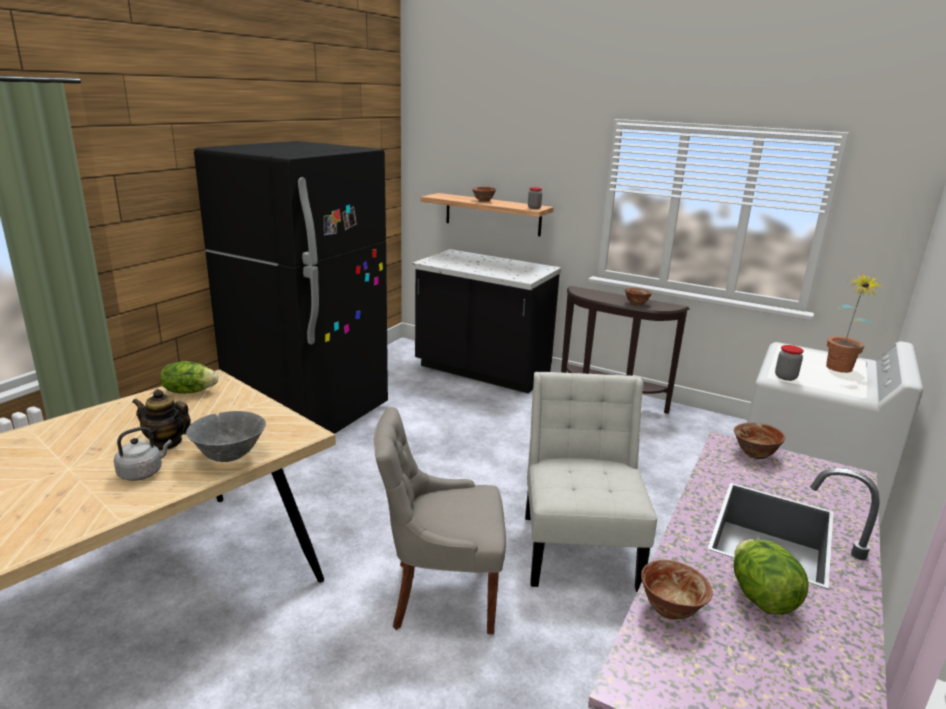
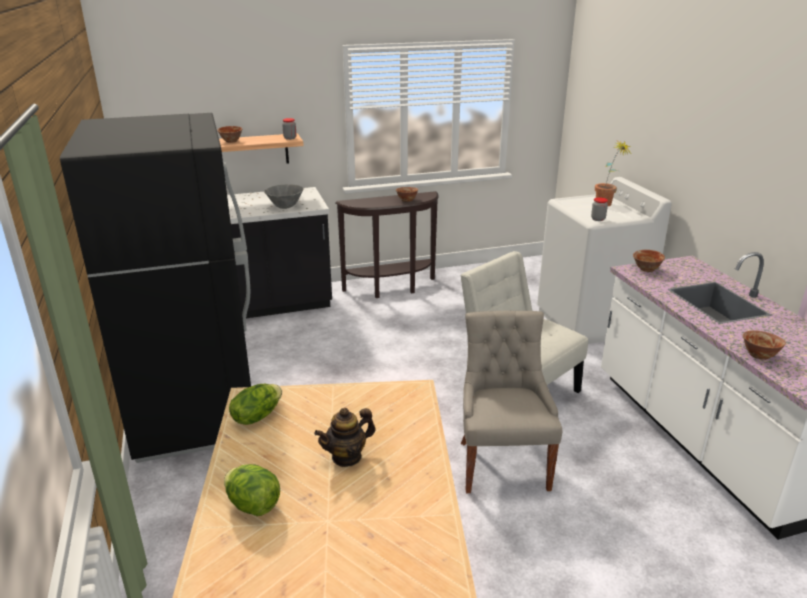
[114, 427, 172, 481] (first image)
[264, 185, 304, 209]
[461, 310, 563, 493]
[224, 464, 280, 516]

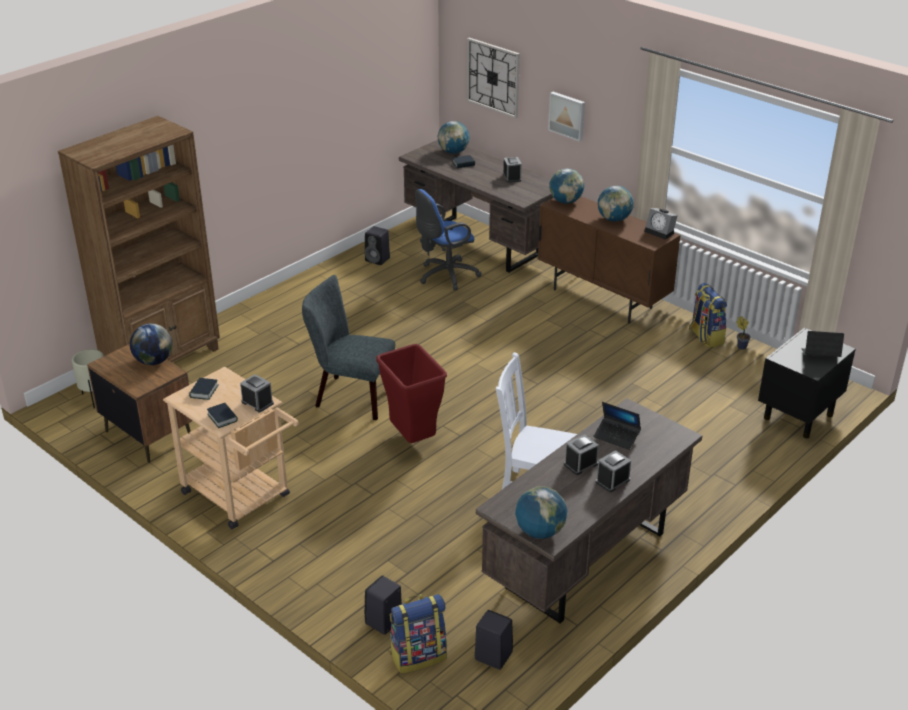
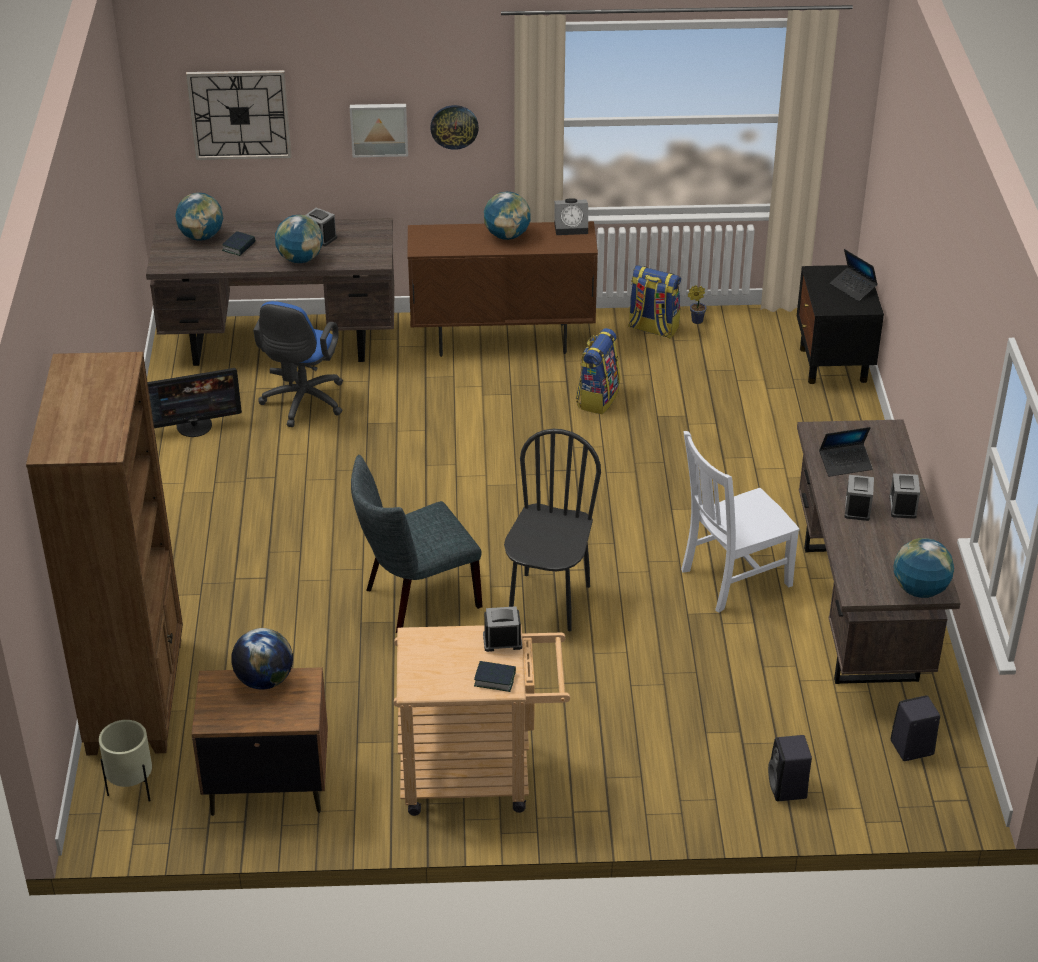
[189, 378, 219, 400] (first image)
[148, 368, 242, 437]
[504, 429, 601, 631]
[576, 328, 620, 414]
[275, 215, 323, 263]
[830, 249, 878, 301]
[430, 105, 479, 150]

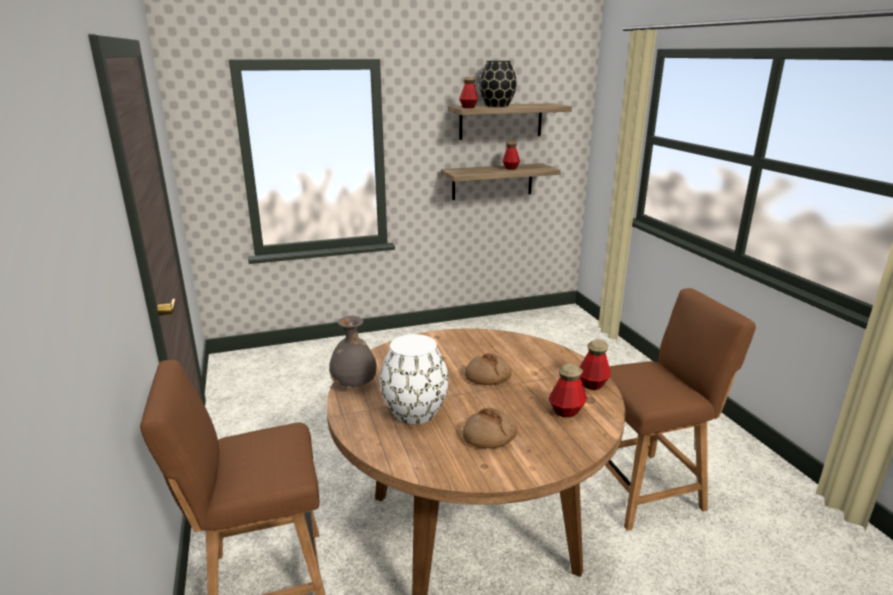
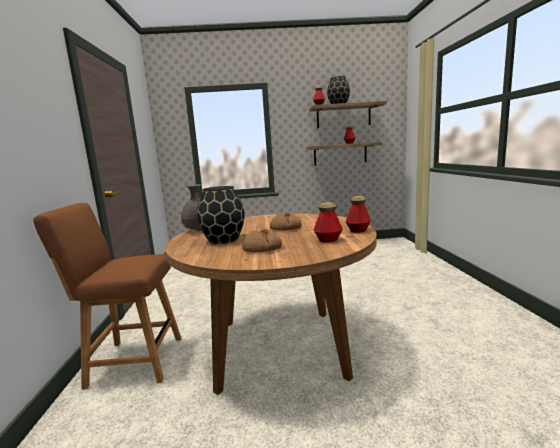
[197, 186, 245, 244]
[605, 288, 756, 531] (first image)

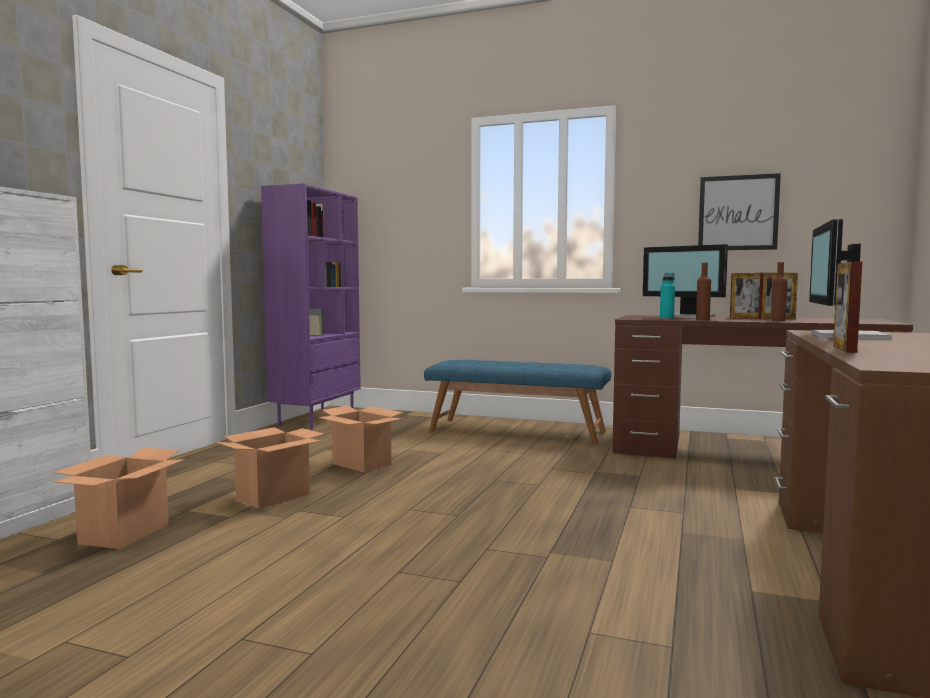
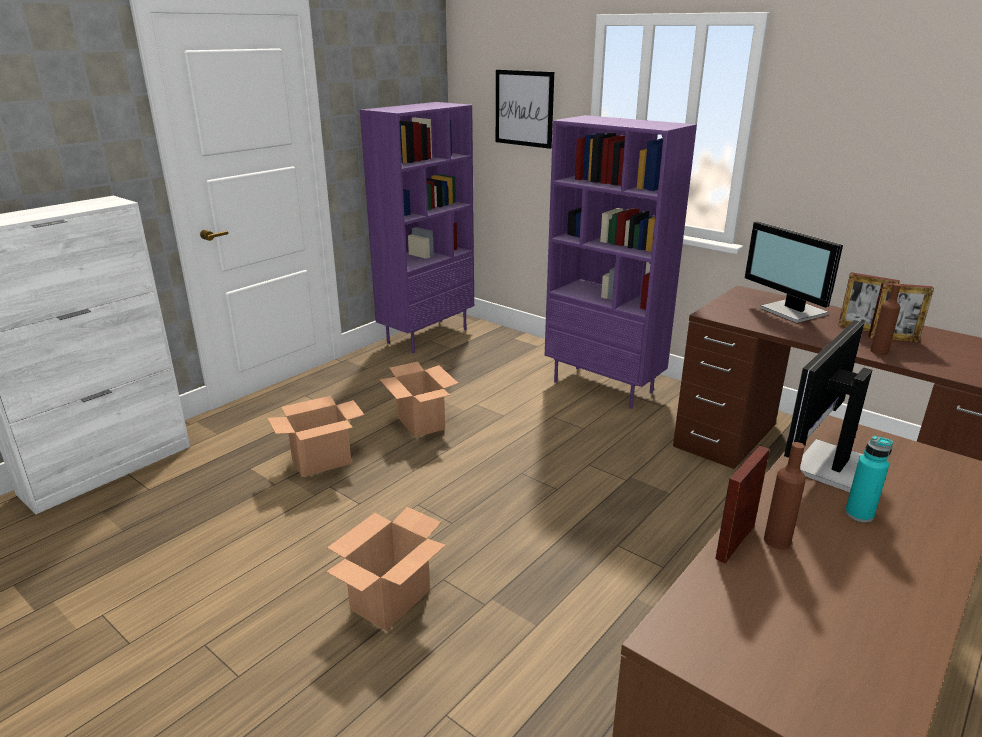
[326, 507, 446, 631]
[545, 115, 697, 409]
[845, 436, 893, 522]
[764, 442, 806, 549]
[496, 70, 554, 149]

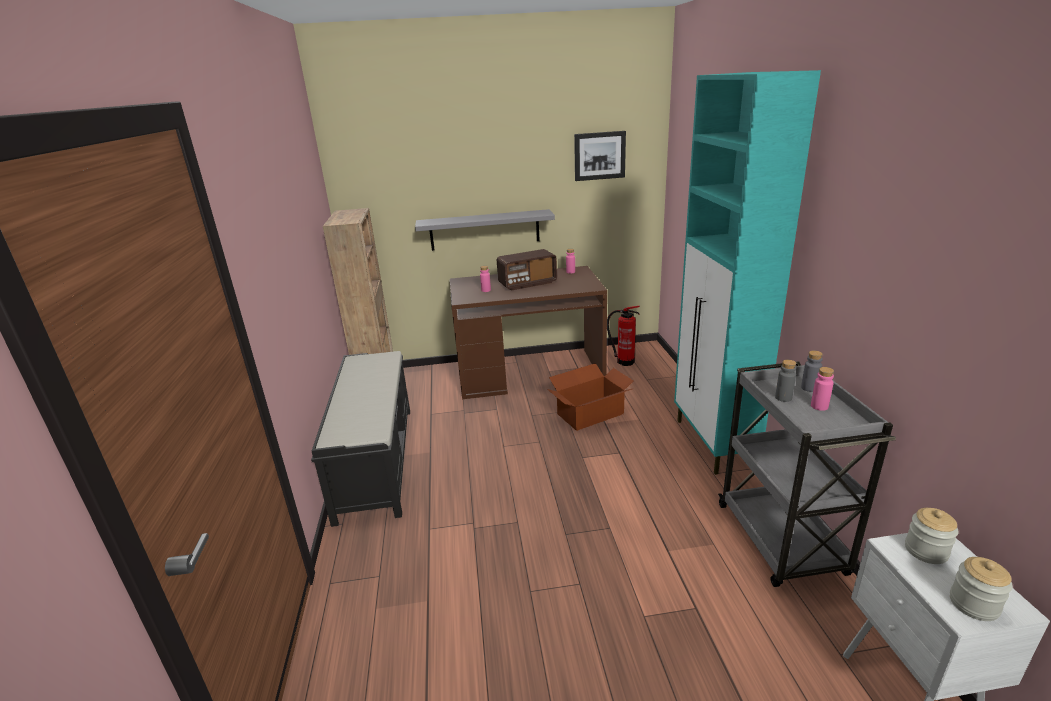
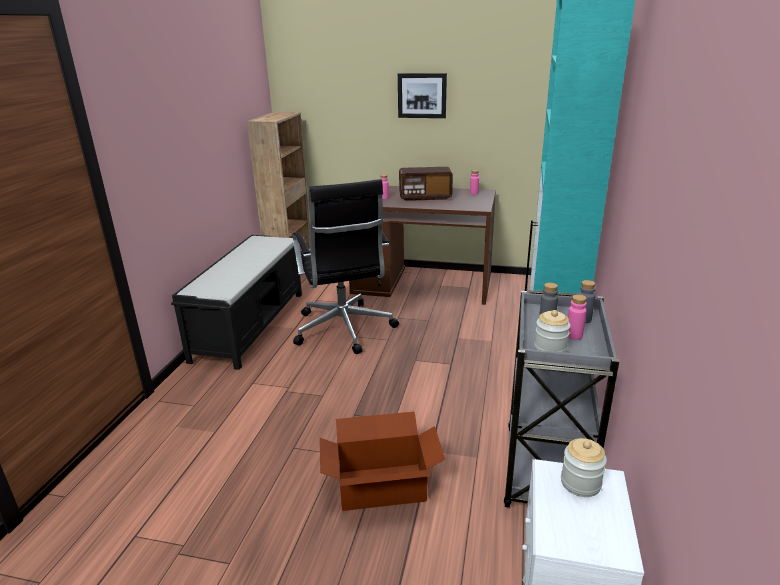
[415, 209, 555, 251] (first image)
[320, 411, 445, 511]
[398, 73, 447, 118]
[607, 306, 640, 366] (first image)
[534, 310, 570, 353]
[293, 179, 399, 354]

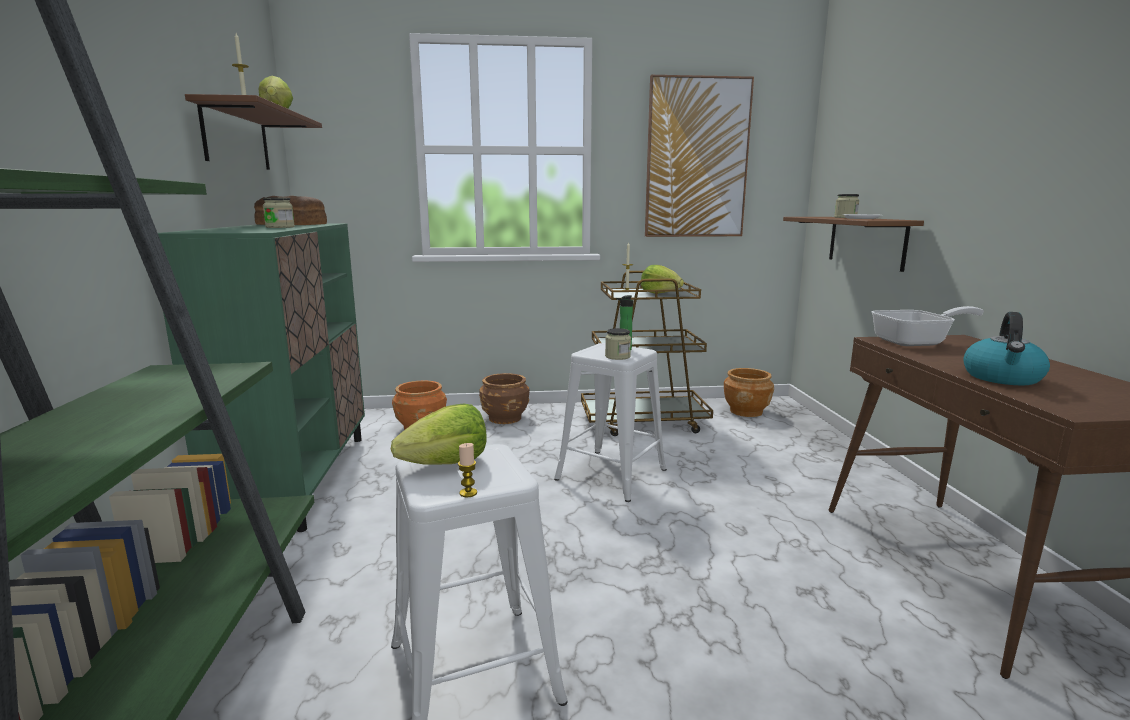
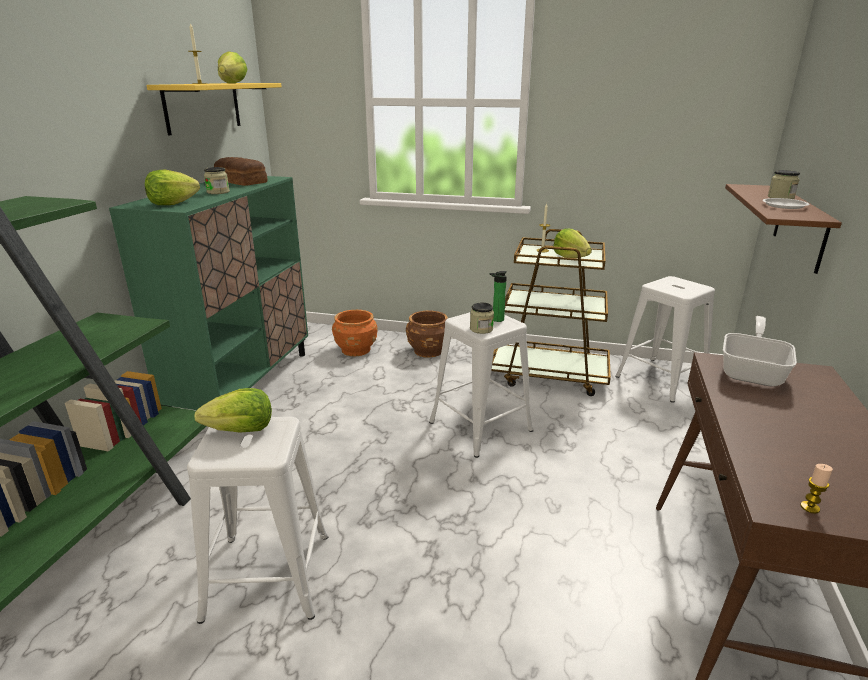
[146, 83, 282, 136]
[800, 464, 833, 514]
[645, 75, 754, 237] (first image)
[615, 276, 715, 403]
[723, 316, 797, 386]
[963, 312, 1050, 386] (first image)
[145, 169, 200, 205]

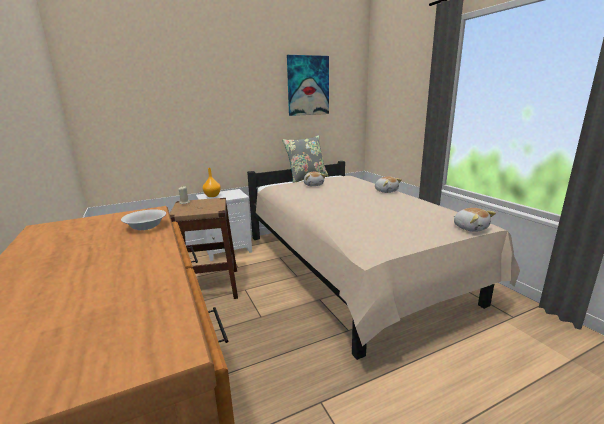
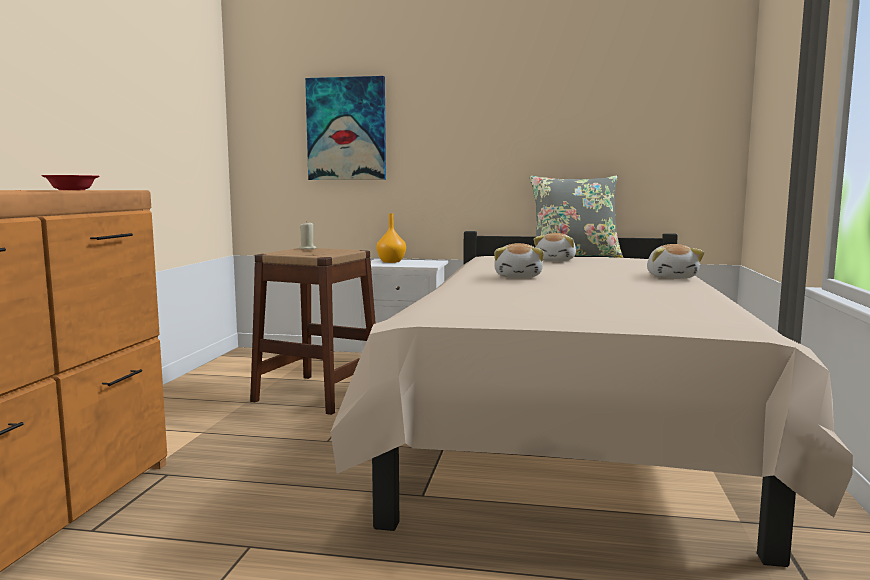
[41, 175, 99, 190]
[305, 76, 386, 180]
[494, 243, 544, 278]

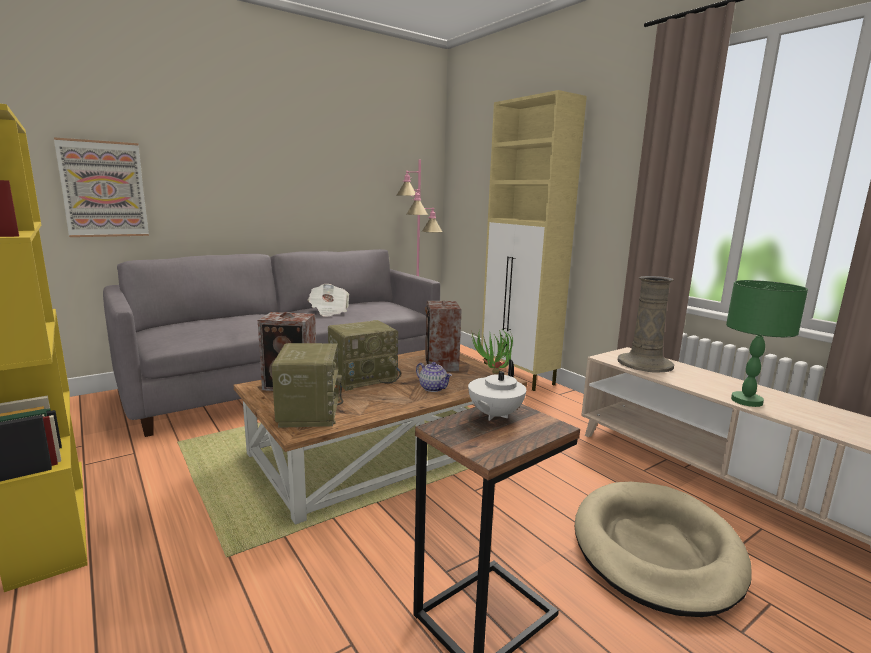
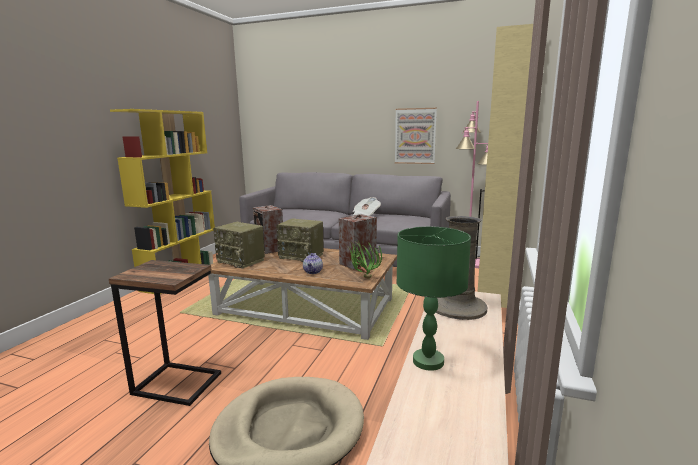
[395, 108, 437, 164]
[213, 222, 265, 268]
[468, 359, 526, 421] (first image)

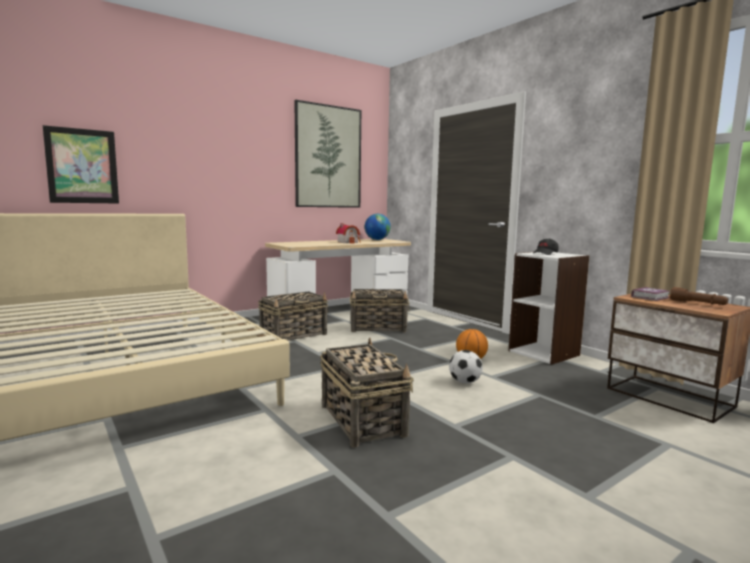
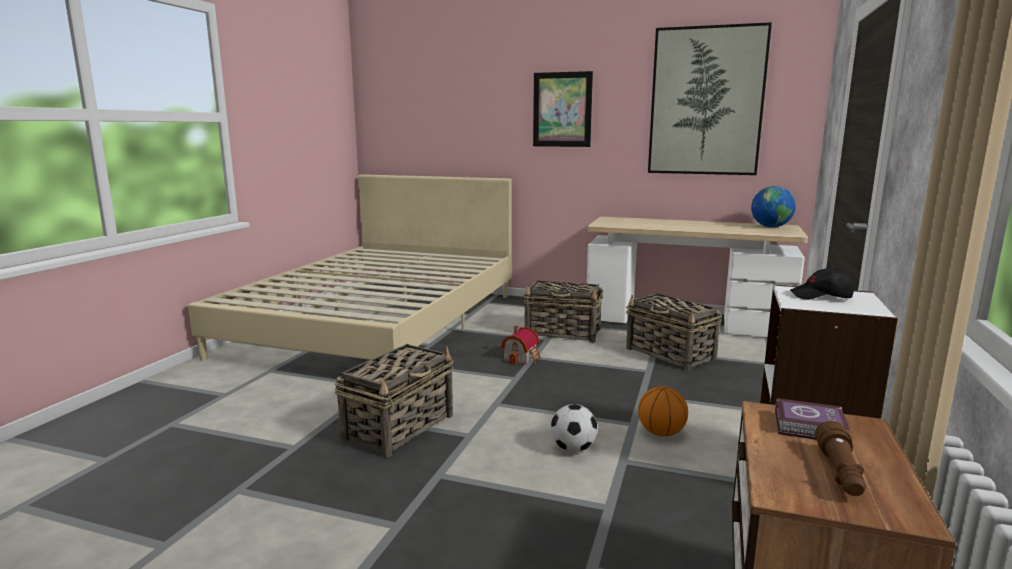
[533, 71, 593, 147]
[501, 325, 541, 365]

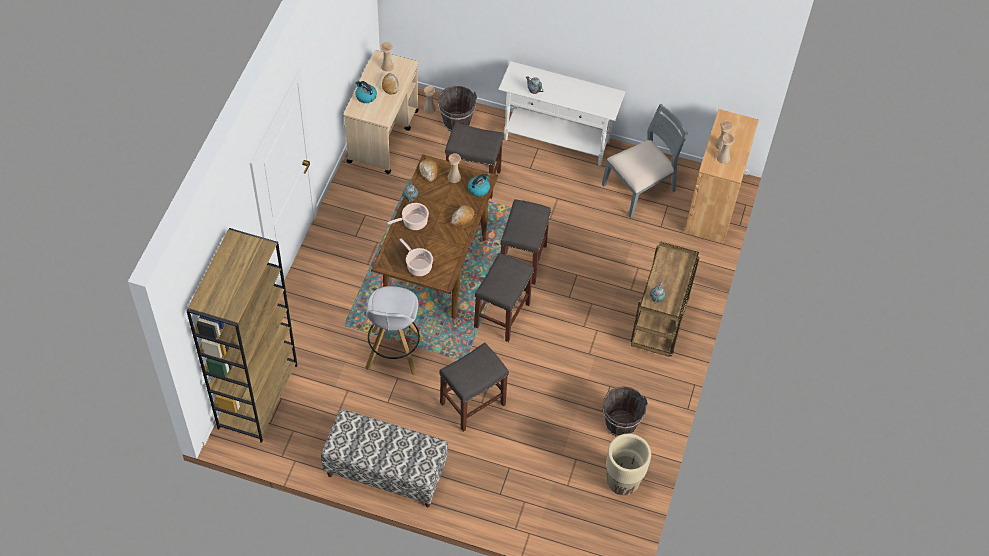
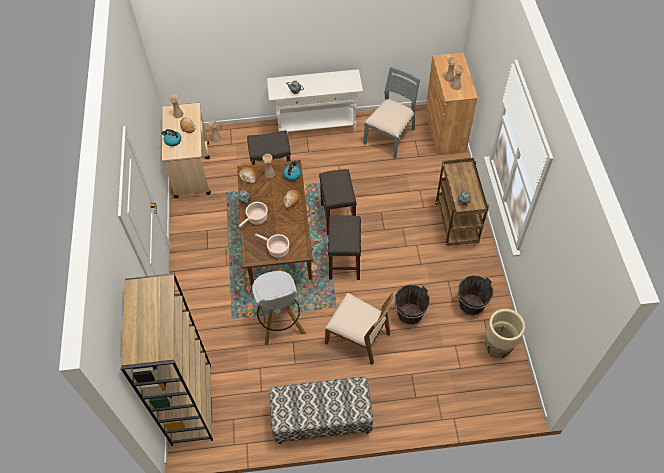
[395, 285, 430, 325]
[325, 293, 394, 365]

